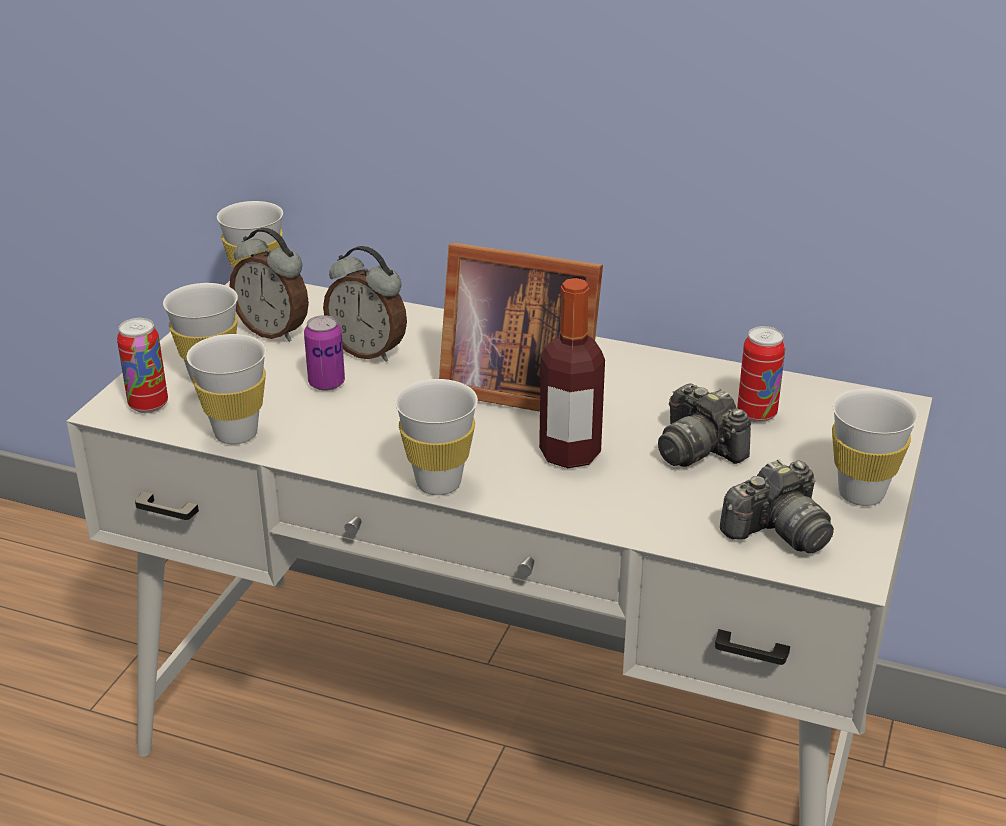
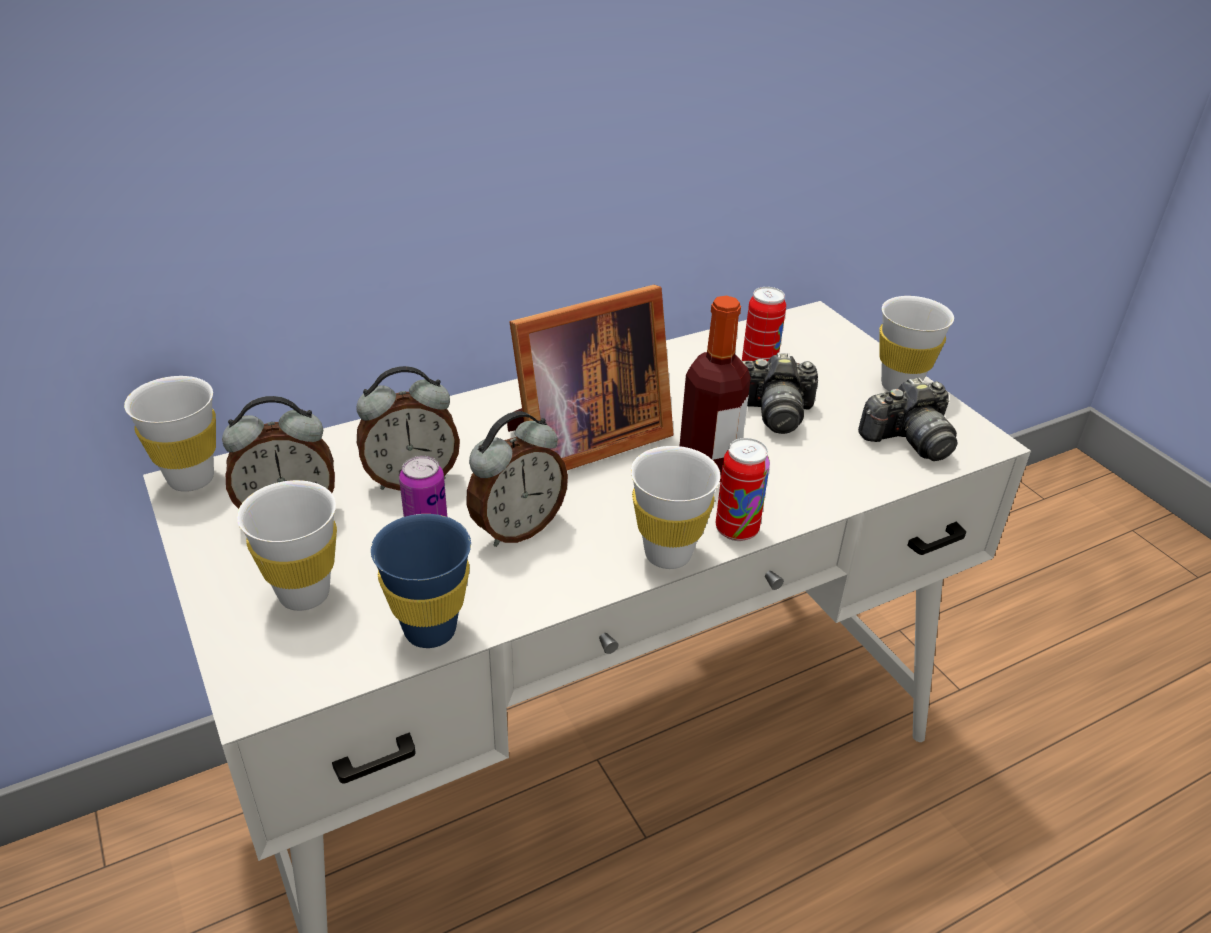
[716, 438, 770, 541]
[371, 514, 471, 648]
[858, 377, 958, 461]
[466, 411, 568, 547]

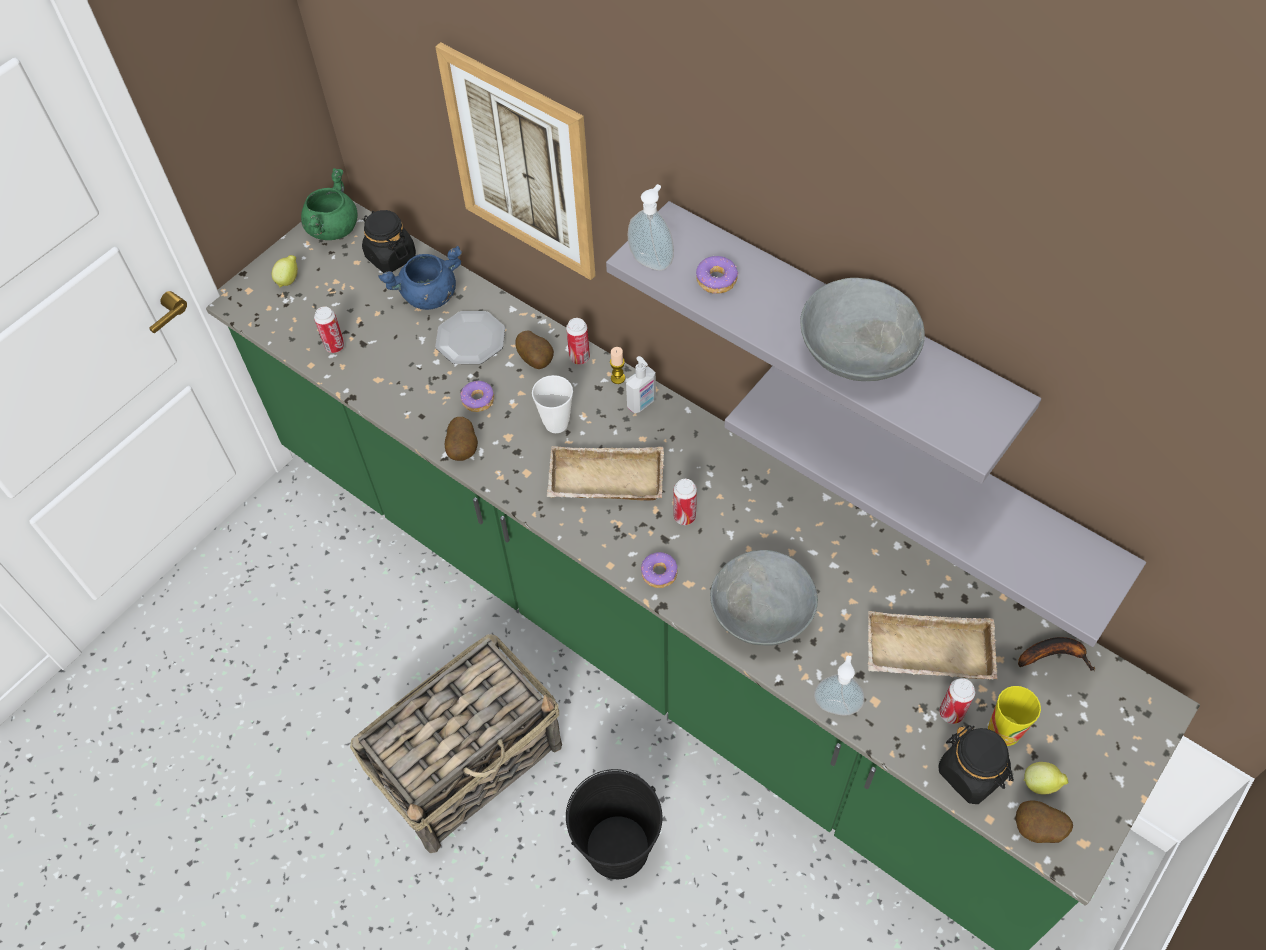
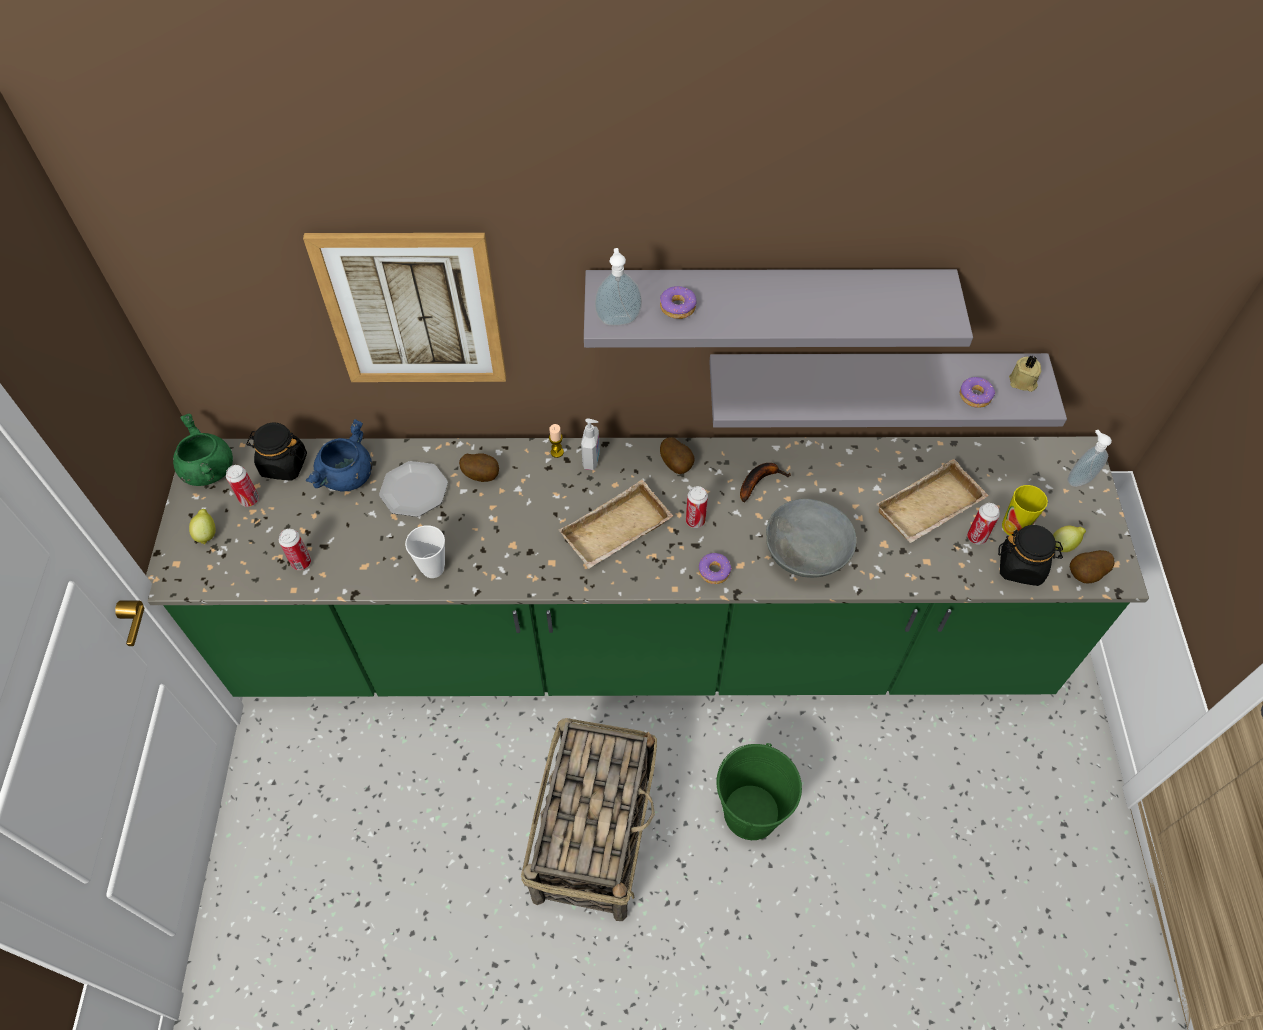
[660, 437, 695, 474]
[960, 377, 995, 408]
[405, 525, 445, 578]
[226, 465, 259, 507]
[717, 743, 802, 840]
[800, 278, 925, 381] (first image)
[1067, 430, 1112, 487]
[740, 463, 791, 503]
[1009, 355, 1041, 392]

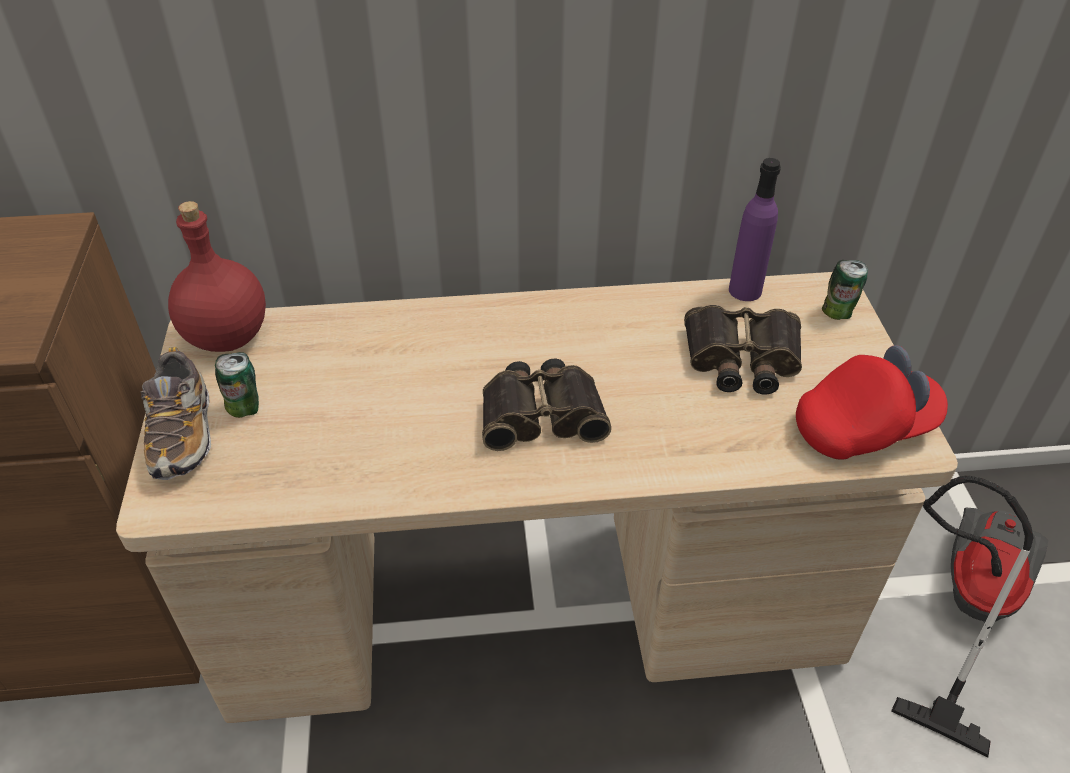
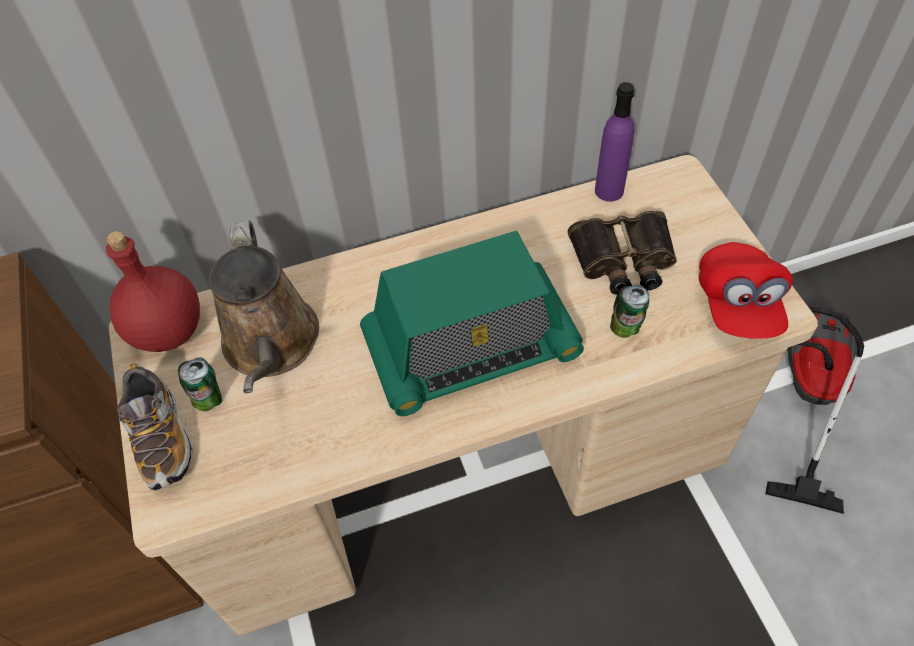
[360, 231, 584, 416]
[699, 242, 793, 339]
[610, 285, 649, 338]
[209, 220, 319, 393]

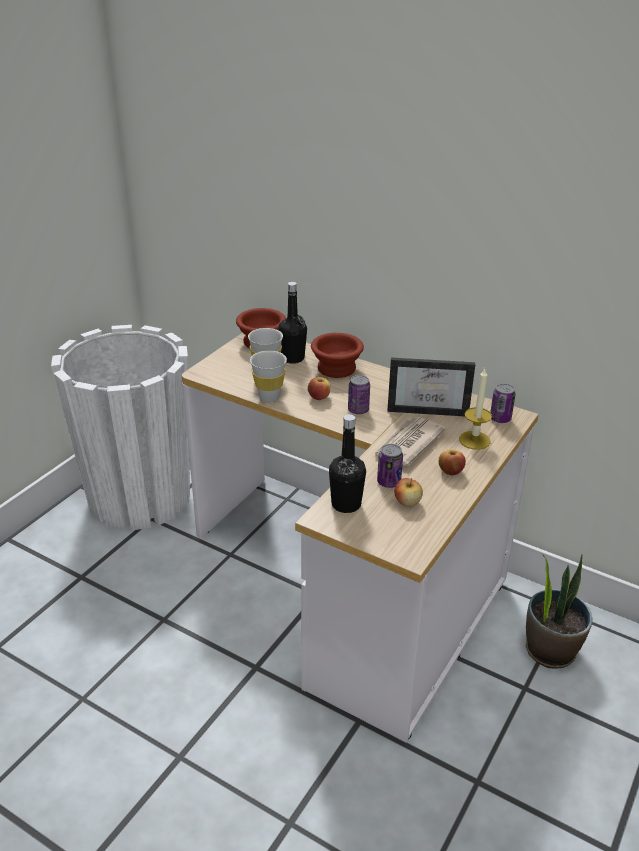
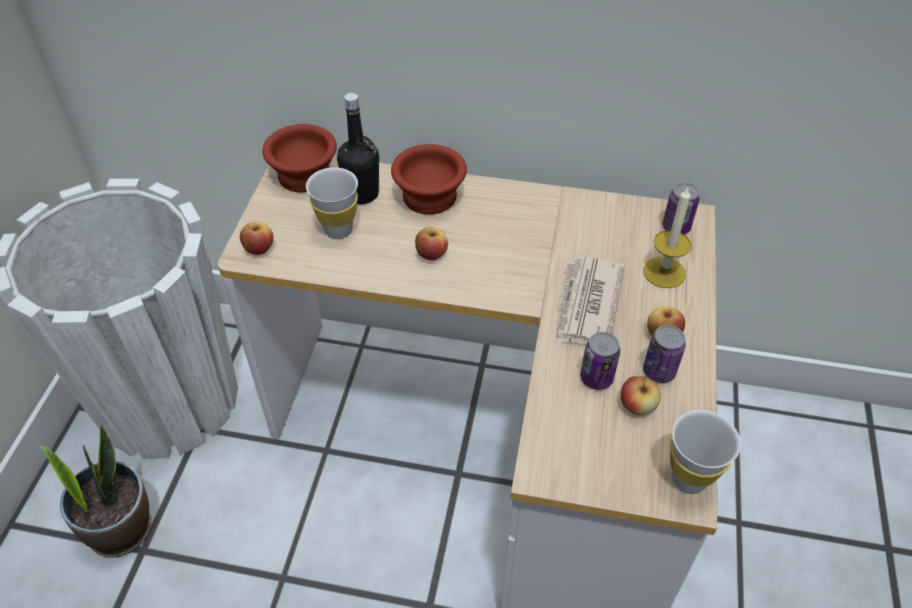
[670, 410, 741, 494]
[329, 414, 366, 513] (first image)
[643, 325, 686, 383]
[387, 358, 475, 416] (first image)
[39, 425, 152, 558]
[240, 222, 274, 255]

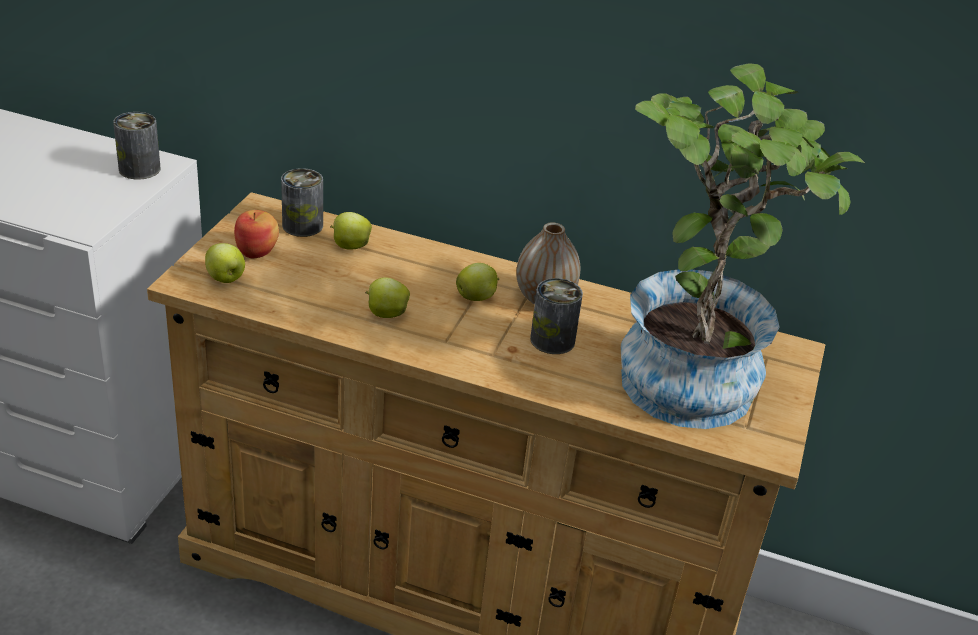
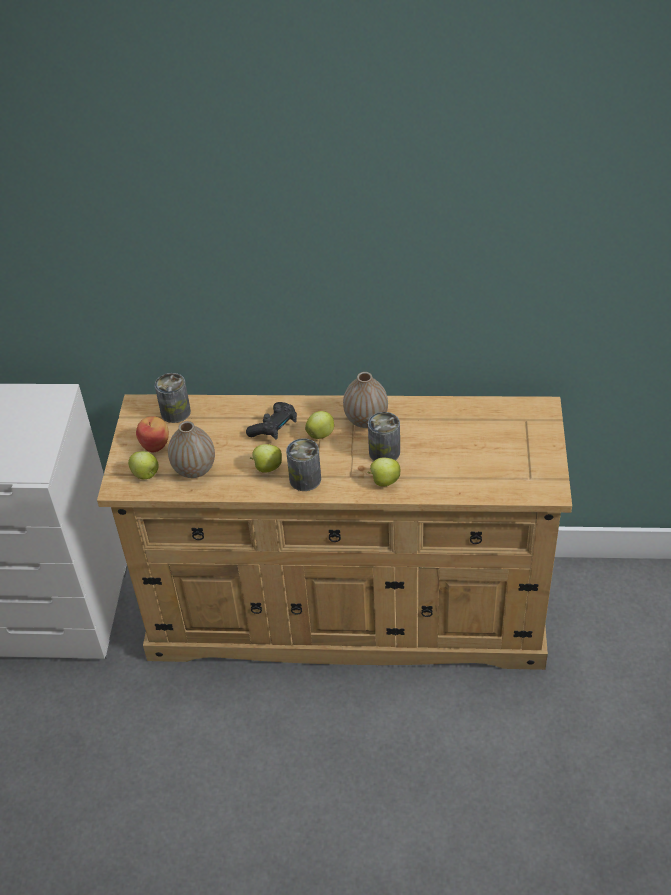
[286, 438, 321, 491]
[367, 458, 400, 486]
[621, 63, 865, 429] (first image)
[168, 421, 215, 478]
[246, 402, 297, 440]

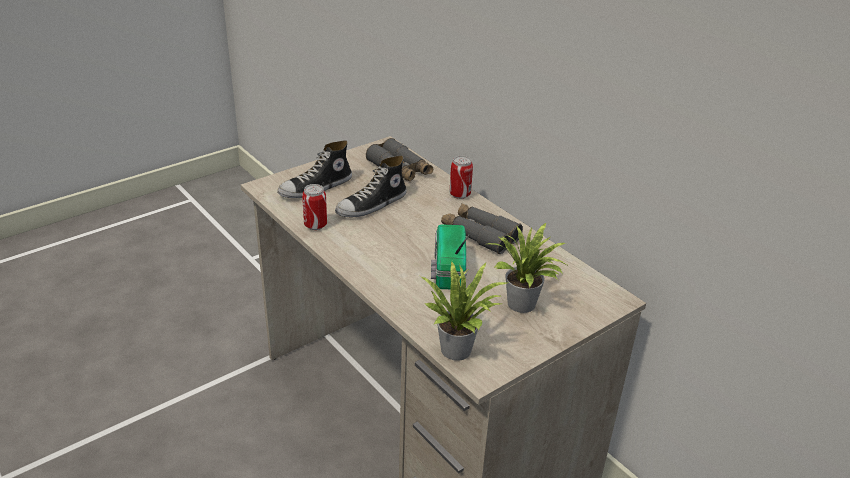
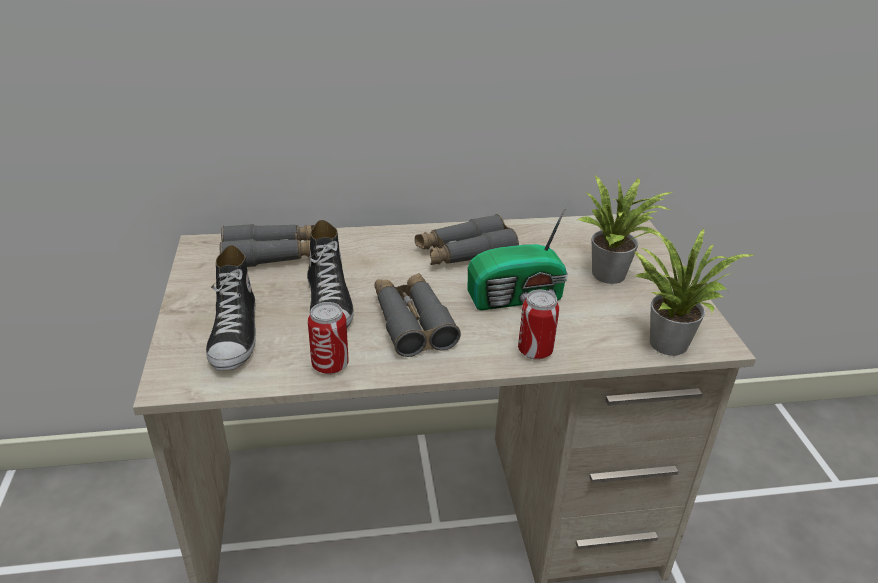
[468, 202, 568, 310]
[518, 289, 559, 360]
[374, 273, 461, 357]

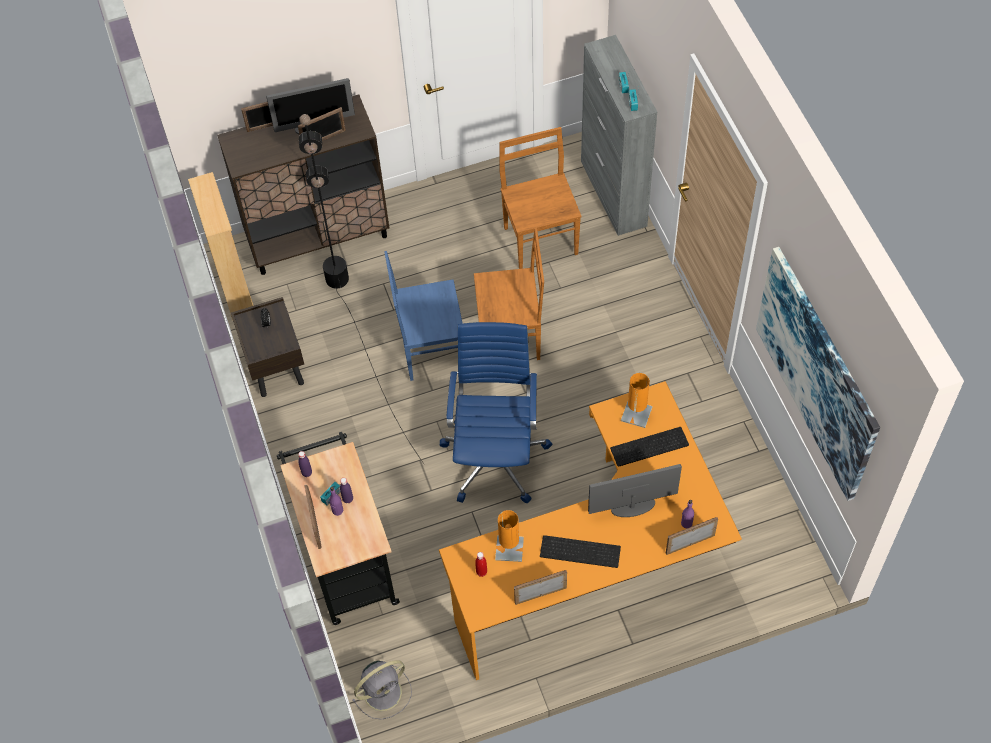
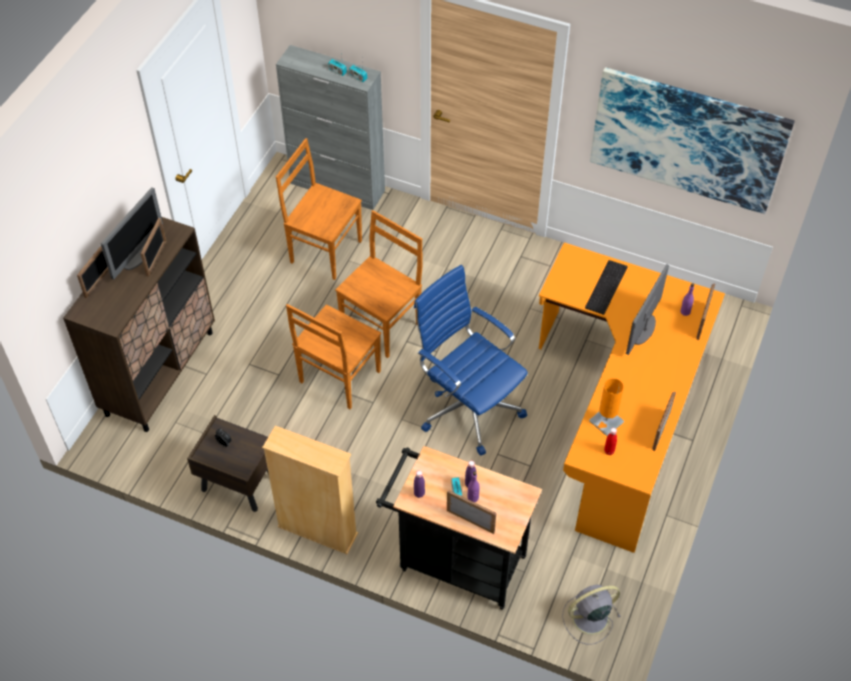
[262, 426, 358, 554]
[299, 114, 424, 464] (first image)
[562, 585, 620, 645]
[286, 304, 381, 409]
[540, 535, 621, 568] (first image)
[621, 373, 652, 428] (first image)

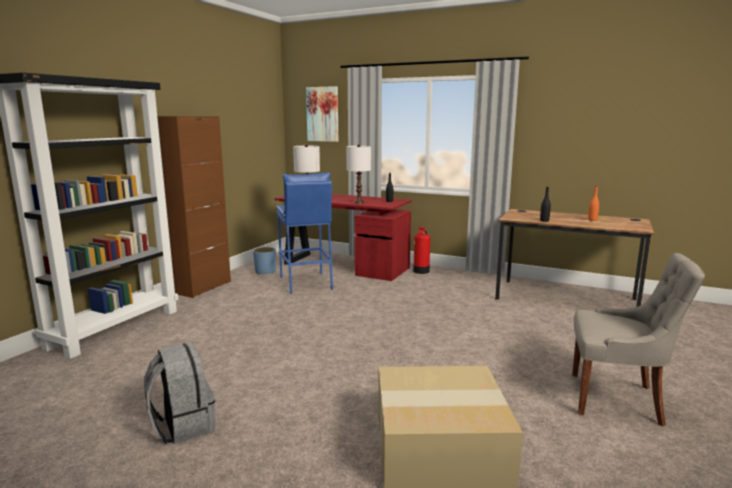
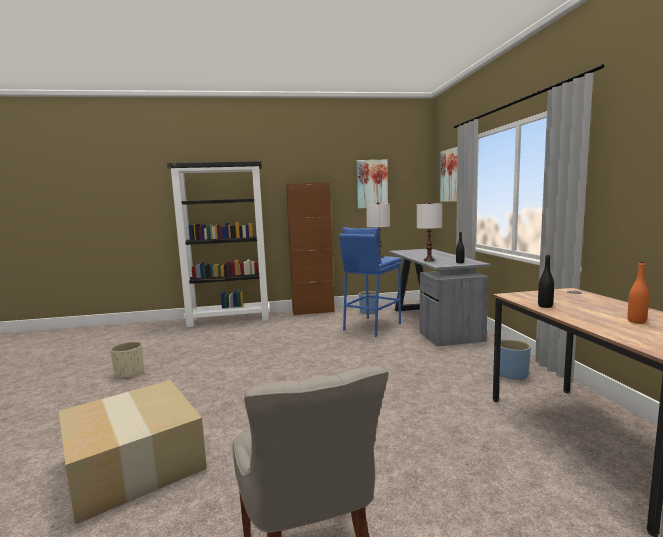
[110, 342, 144, 379]
[389, 249, 491, 346]
[413, 227, 430, 274] (first image)
[357, 160, 388, 208]
[500, 339, 531, 381]

